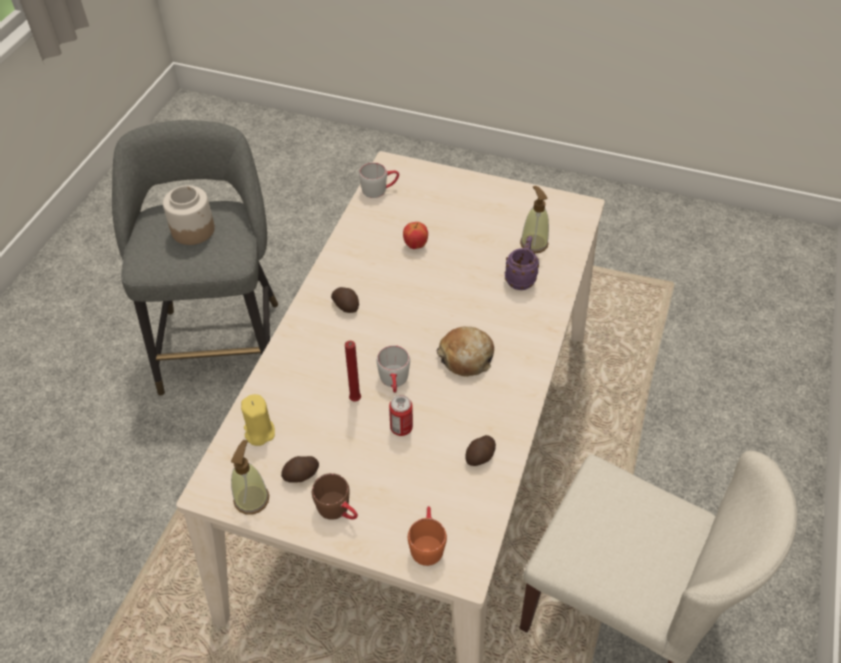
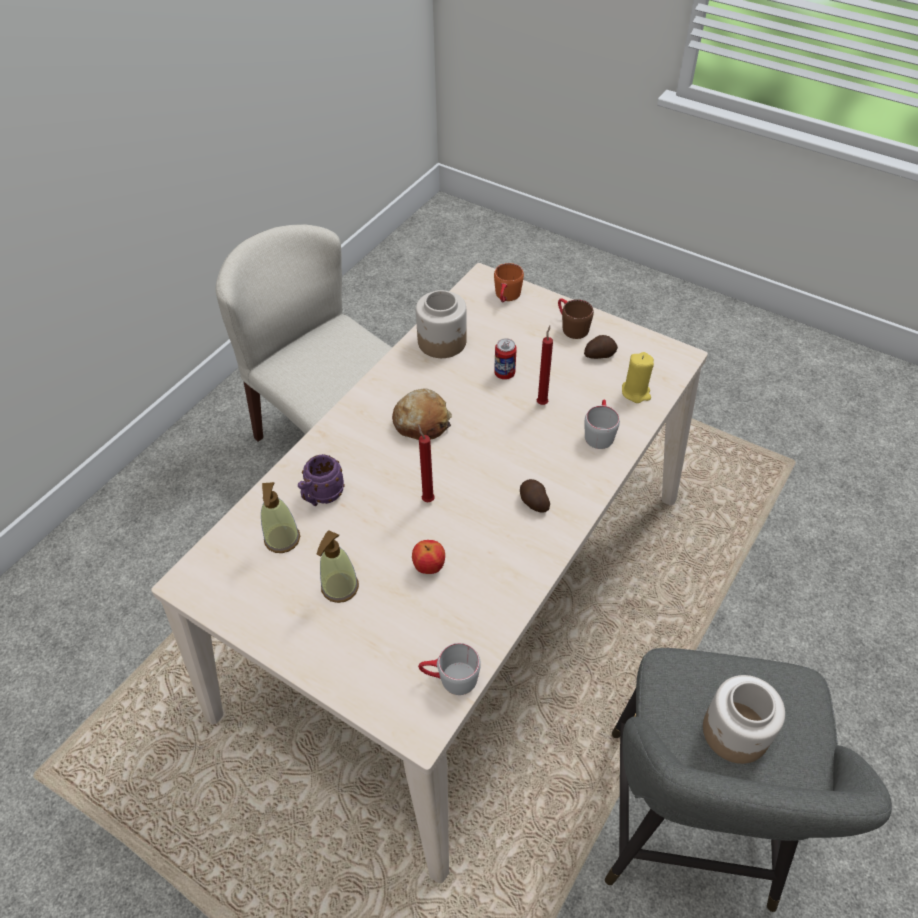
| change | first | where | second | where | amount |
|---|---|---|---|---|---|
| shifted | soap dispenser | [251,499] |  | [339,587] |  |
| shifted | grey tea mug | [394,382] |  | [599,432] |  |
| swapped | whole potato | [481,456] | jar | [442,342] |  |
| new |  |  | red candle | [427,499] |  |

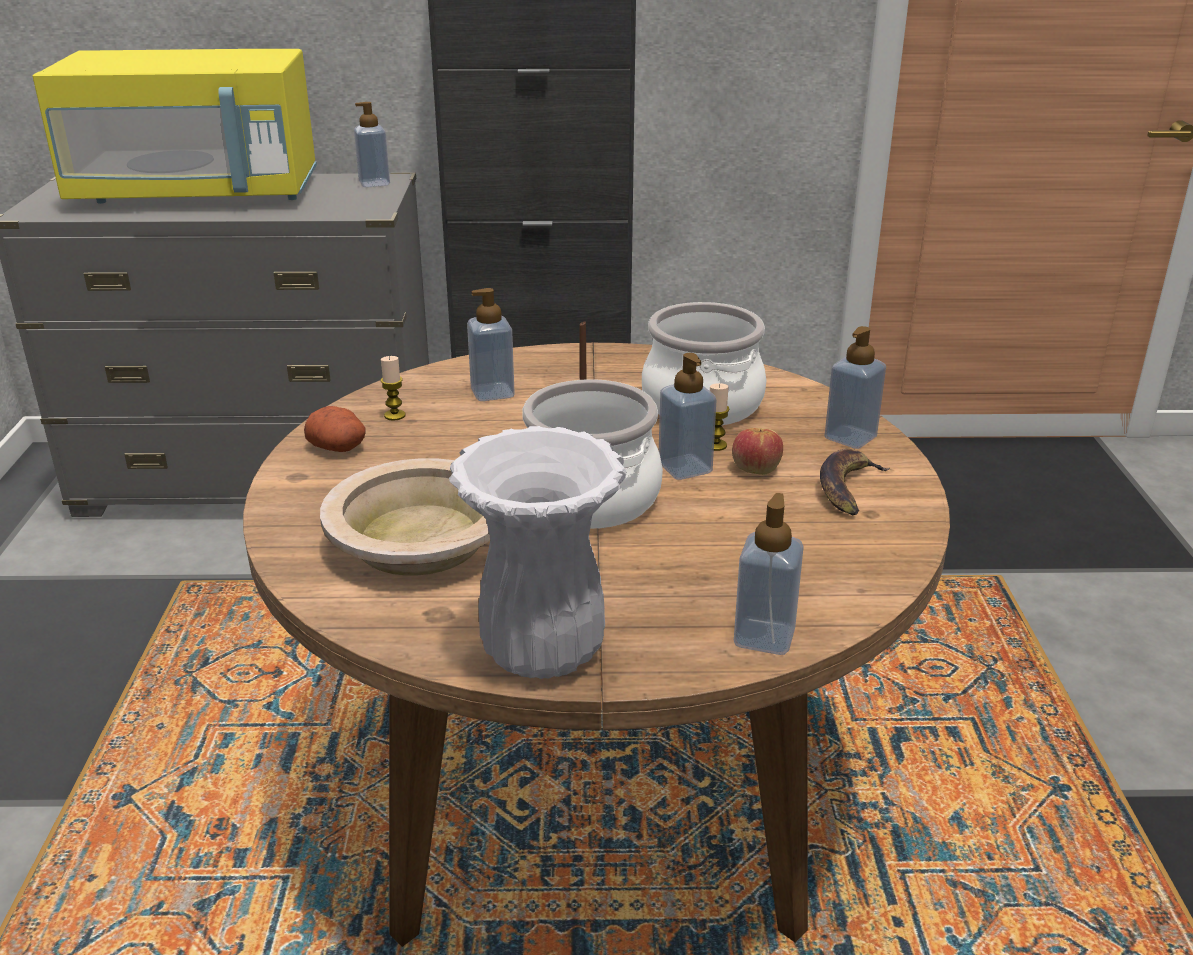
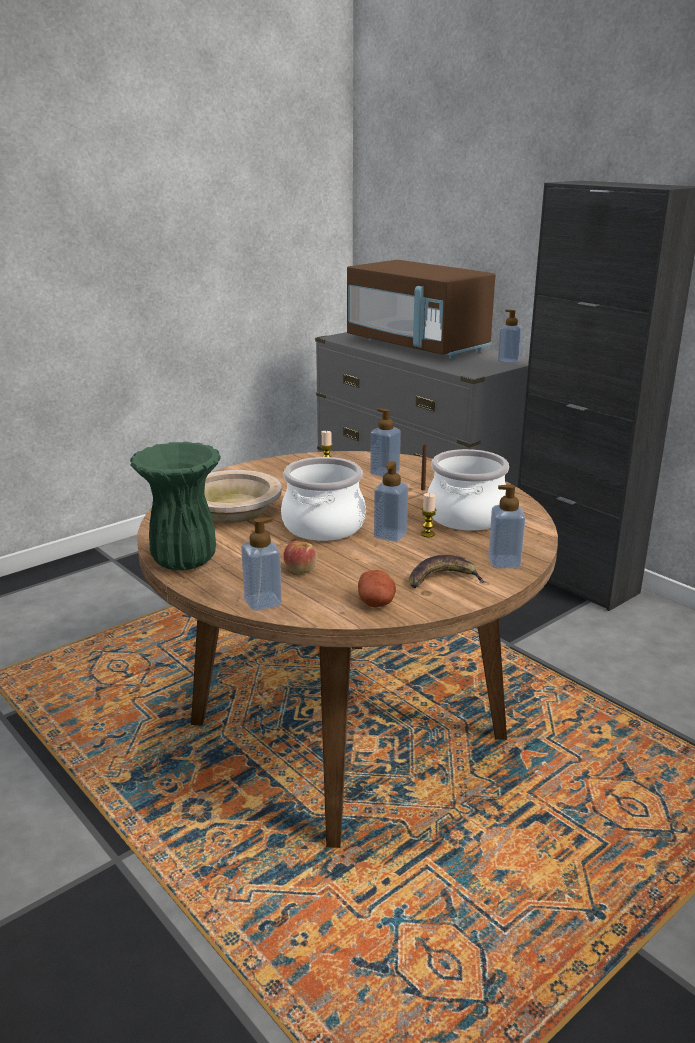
| change | first | where | second | where | amount |
|---|---|---|---|---|---|
| repainted | yellowish kitchen microwave | [198,194] | brown kitchen microwave | [417,346] |  |
| shifted | whole potato | [339,447] |  | [376,602] |  |
| repainted | whitish decorative vase | [544,650] | green decorative vase | [186,561] |  |
| shifted | apple fruit | [755,469] |  | [300,570] |  |

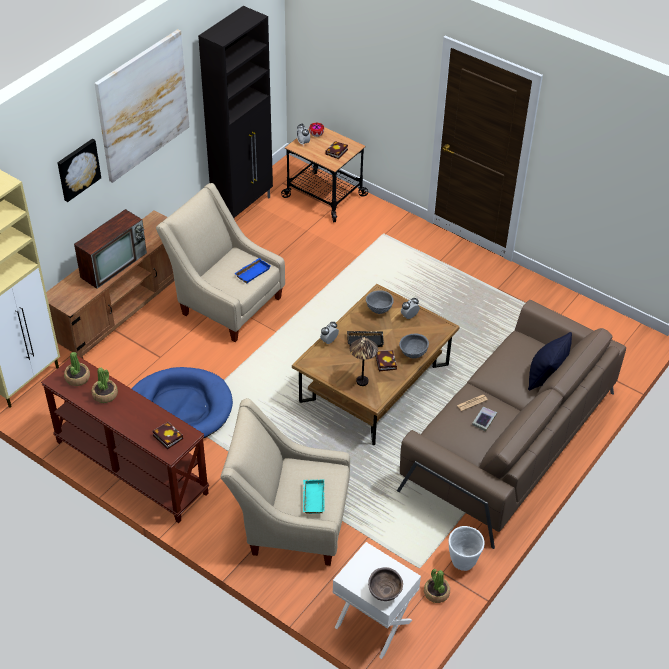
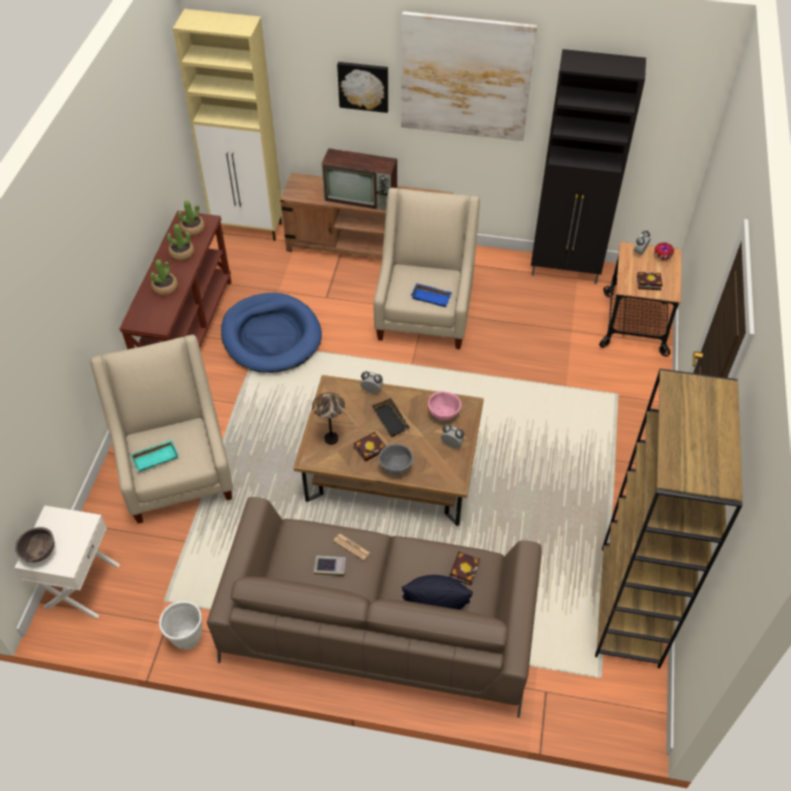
| change | first | where | second | where | amount |
|---|---|---|---|---|---|
| shifted | bound book | [166,436] |  | [464,568] |  |
| repainted | grey deep dish | [379,310] | pinkish deep dish | [443,415] |  |
| shifted | plant in a pot | [436,593] |  | [165,288] |  |
| new |  |  | brown bookshelf | [630,606] |  |

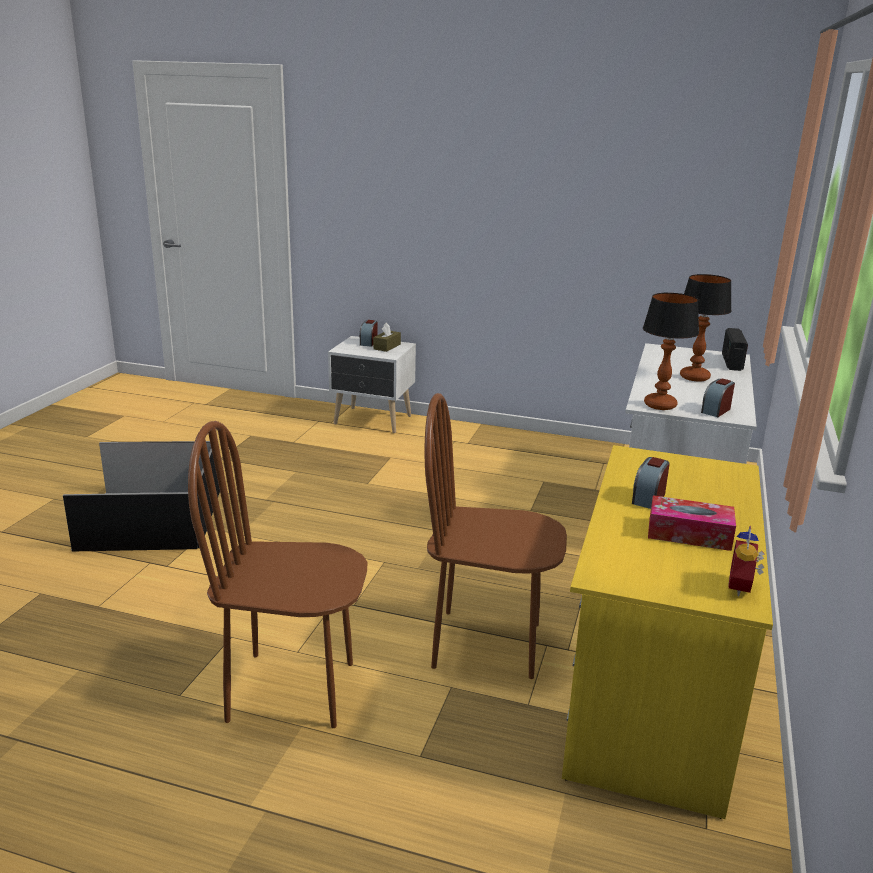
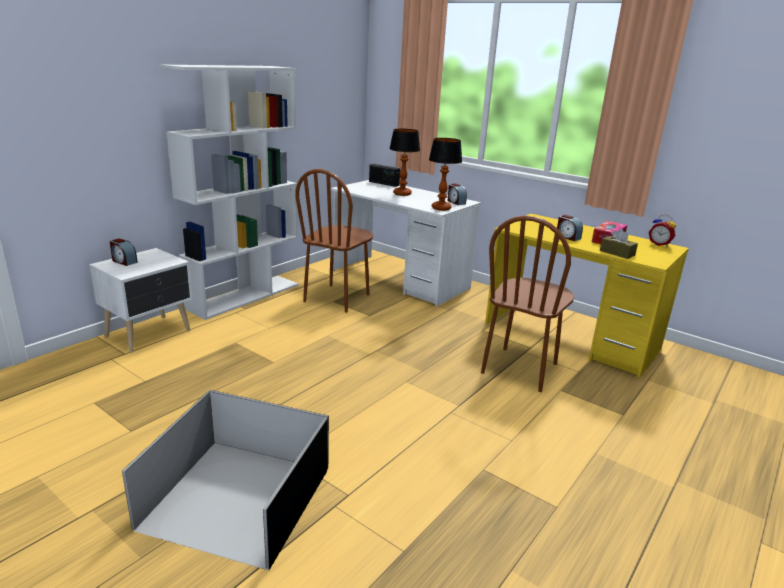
| change | first | where | second | where | amount |
|---|---|---|---|---|---|
| shifted | brown upright chair | [292,690] |  | [337,298] |  |
| shifted | brown tissue box | [387,346] |  | [617,253] |  |
| new |  |  | whitish bookshelf | [244,296] |  |

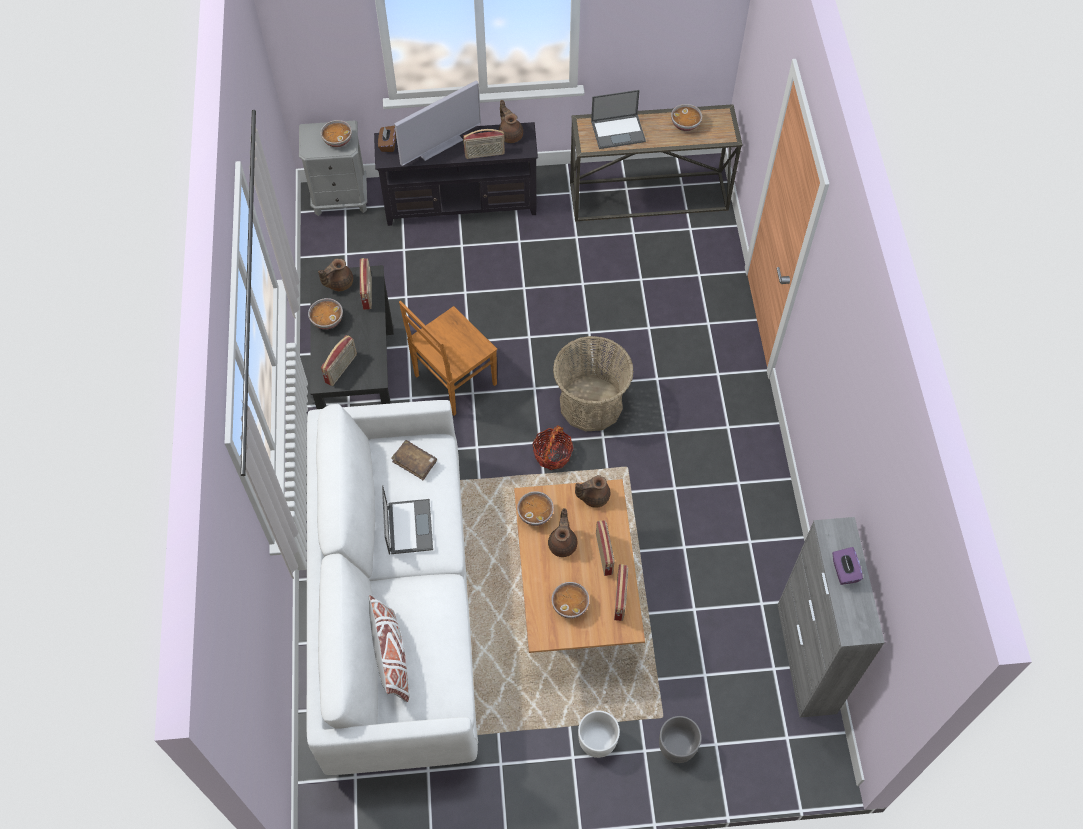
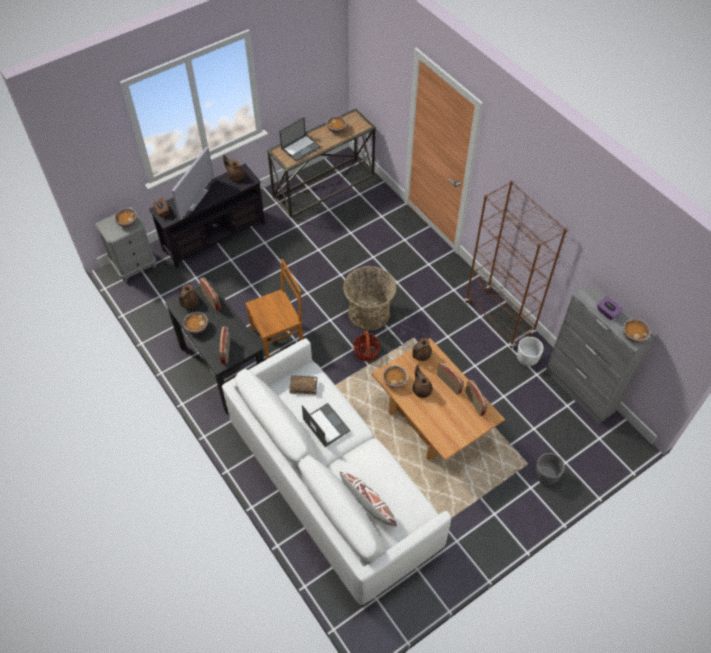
| change | first | where | second | where | amount |
|---|---|---|---|---|---|
| rotated | brown upright chair | [453,381] |  | [278,338] | 135 degrees counterclockwise |
| gone | radio | [484,154] |  |  |  |
| shifted | deep dish | [570,605] |  | [633,335] |  |
| shifted | whitish plant pot | [597,740] |  | [527,358] |  |
| new |  |  | brown bookshelf | [499,318] |  |

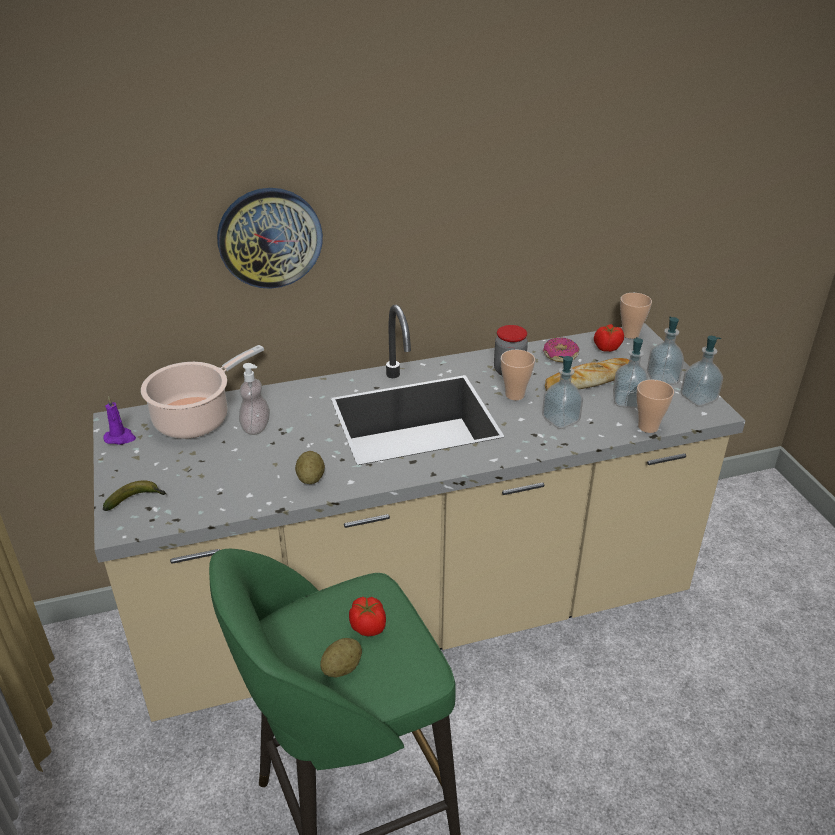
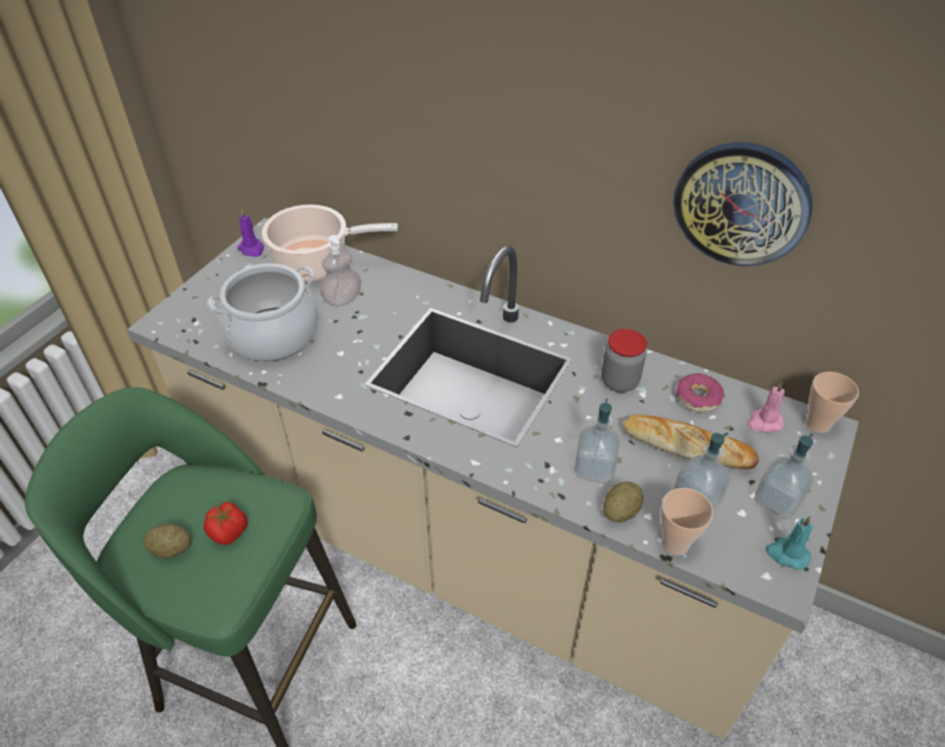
| change | first | where | second | where | amount |
|---|---|---|---|---|---|
| gone | banana fruit | [137,500] |  |  |  |
| shifted | hanging clock | [270,237] |  | [741,204] |  |
| shifted | whole potato | [310,478] |  | [620,511] |  |
| gone | drinking cup | [514,395] |  |  |  |
| swapped | whole tomato | [607,348] | pinkish candle | [764,422] |  |
| swapped | soap dispenser | [698,398] | blue-green candle | [786,554] |  |
| new |  |  | cooking pot | [273,334] |  |

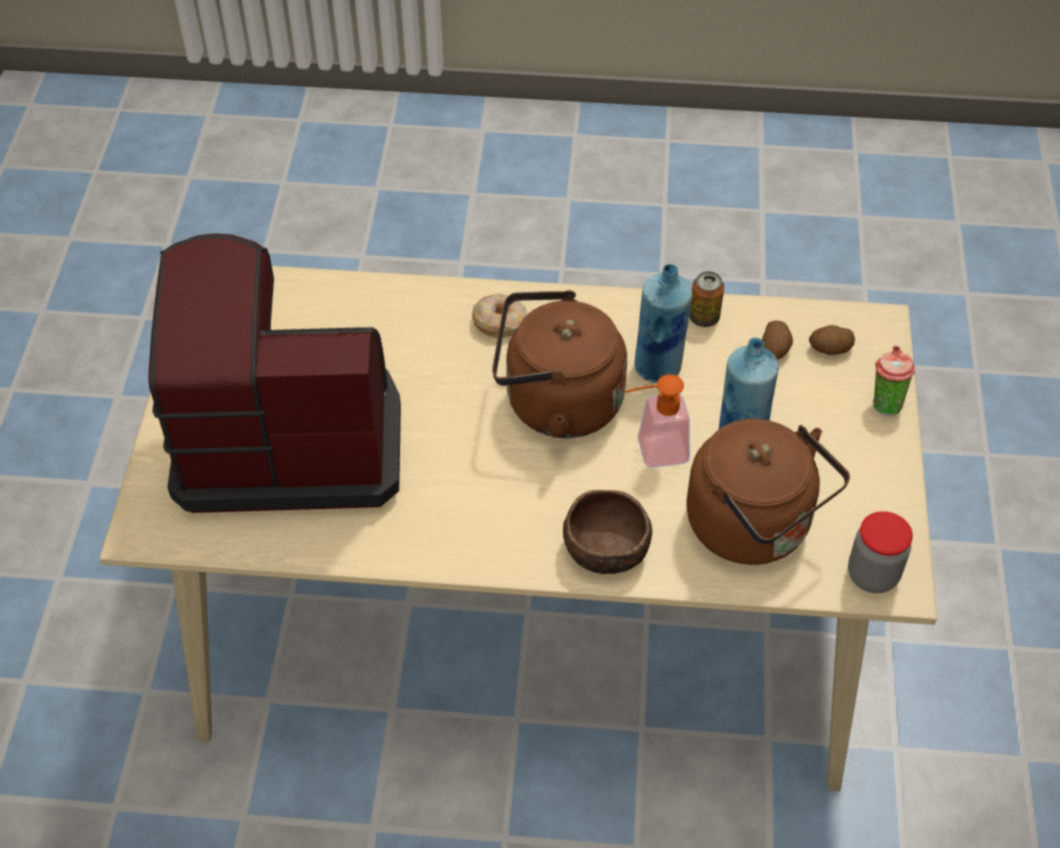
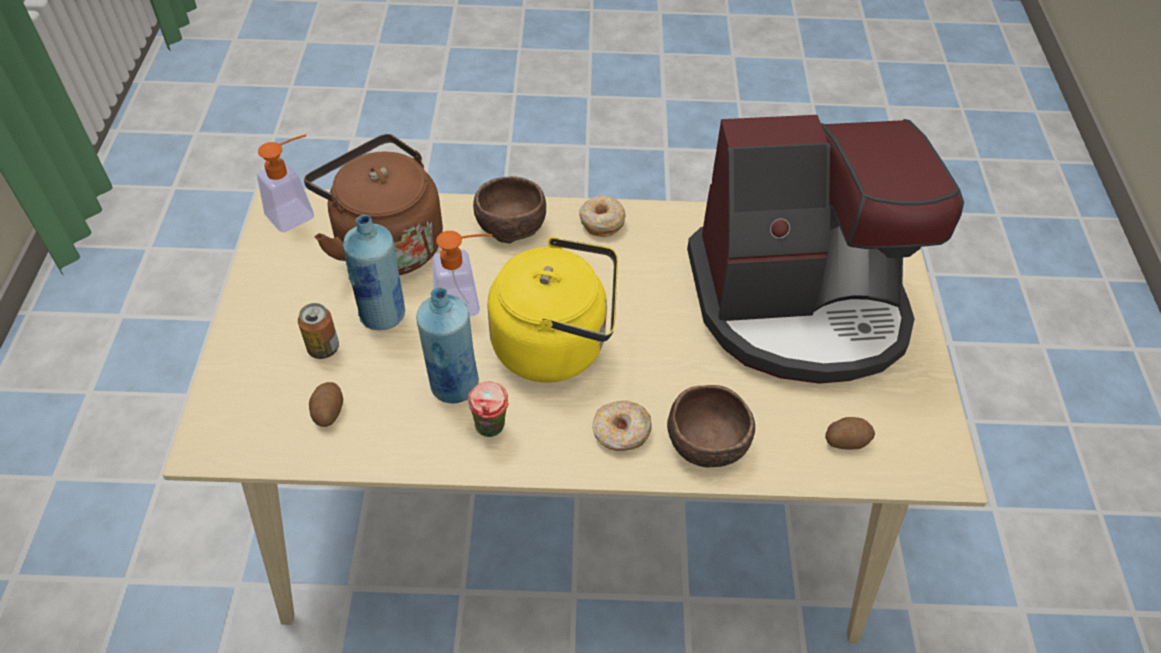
| change | first | where | second | where | amount |
|---|---|---|---|---|---|
| repainted | brown kettle | [556,403] | yellowish kettle | [556,344] |  |
| shifted | metal can | [704,318] |  | [323,348] |  |
| shifted | whole potato | [830,349] |  | [846,440] |  |
| swapped | jar | [872,575] | soap dispenser | [297,212] |  |
| shifted | drinking cup | [884,402] |  | [491,430] |  |
| new |  |  | donut | [601,221] |  |
| new |  |  | brown deep dish | [708,442] |  |

